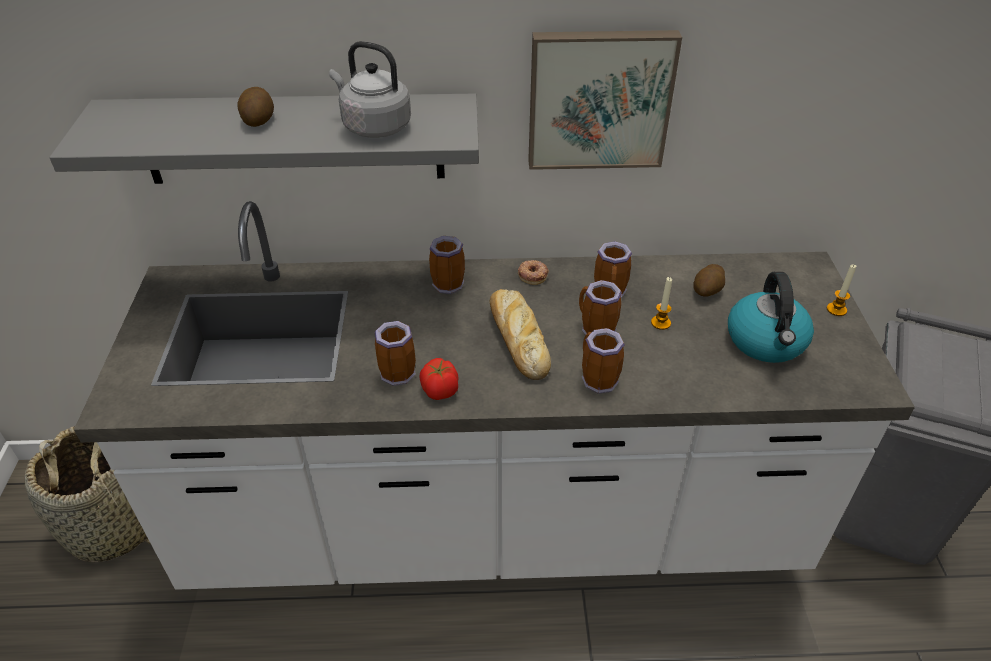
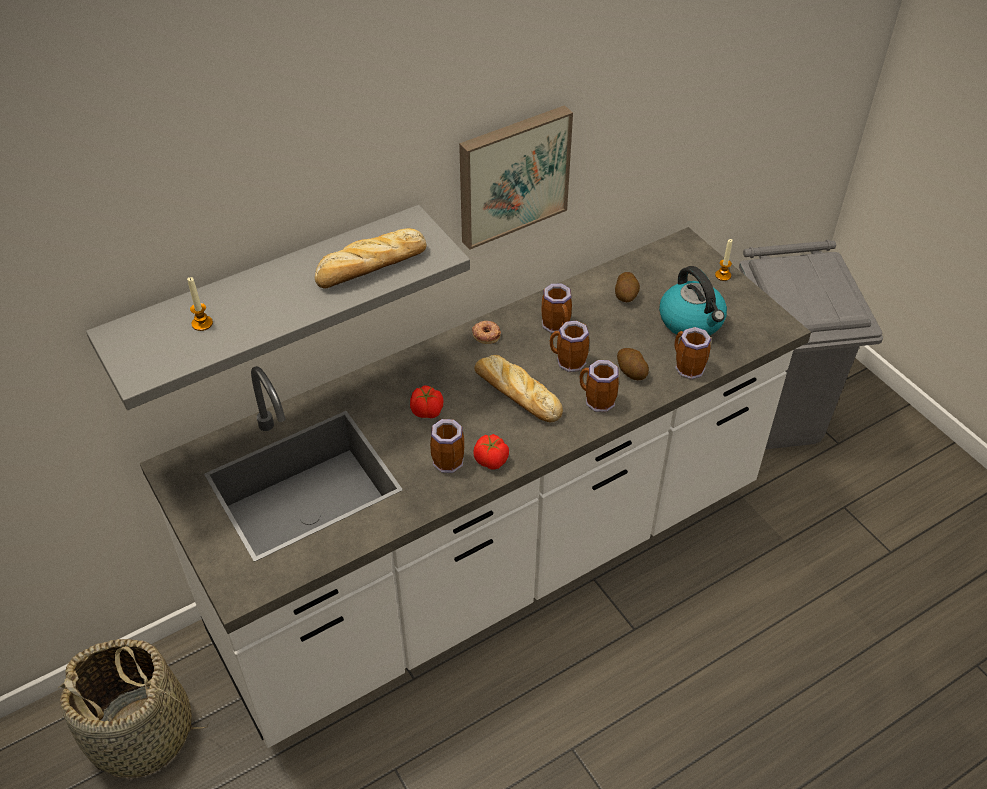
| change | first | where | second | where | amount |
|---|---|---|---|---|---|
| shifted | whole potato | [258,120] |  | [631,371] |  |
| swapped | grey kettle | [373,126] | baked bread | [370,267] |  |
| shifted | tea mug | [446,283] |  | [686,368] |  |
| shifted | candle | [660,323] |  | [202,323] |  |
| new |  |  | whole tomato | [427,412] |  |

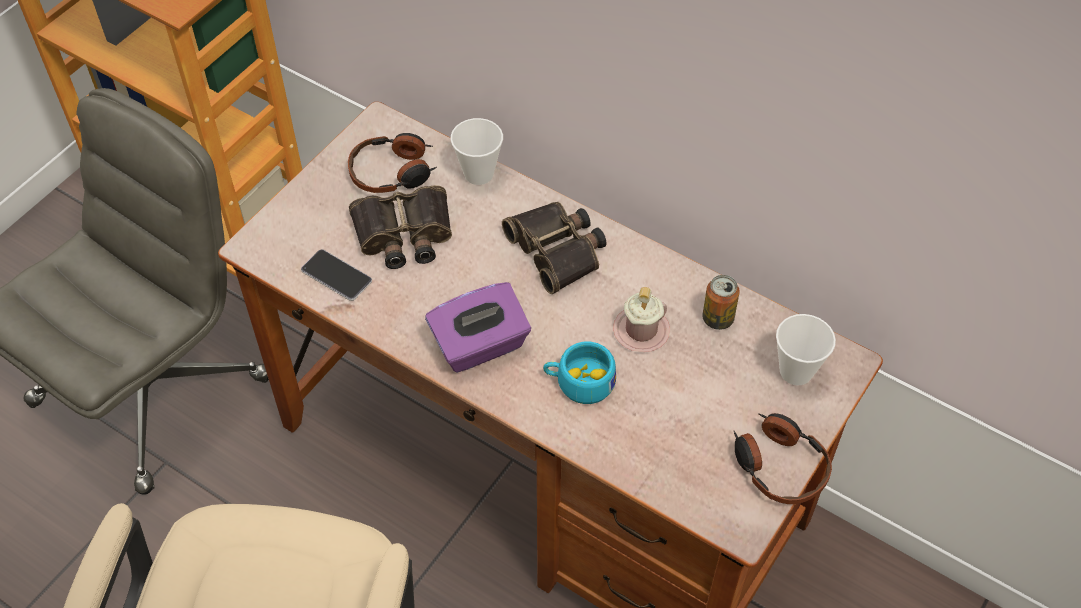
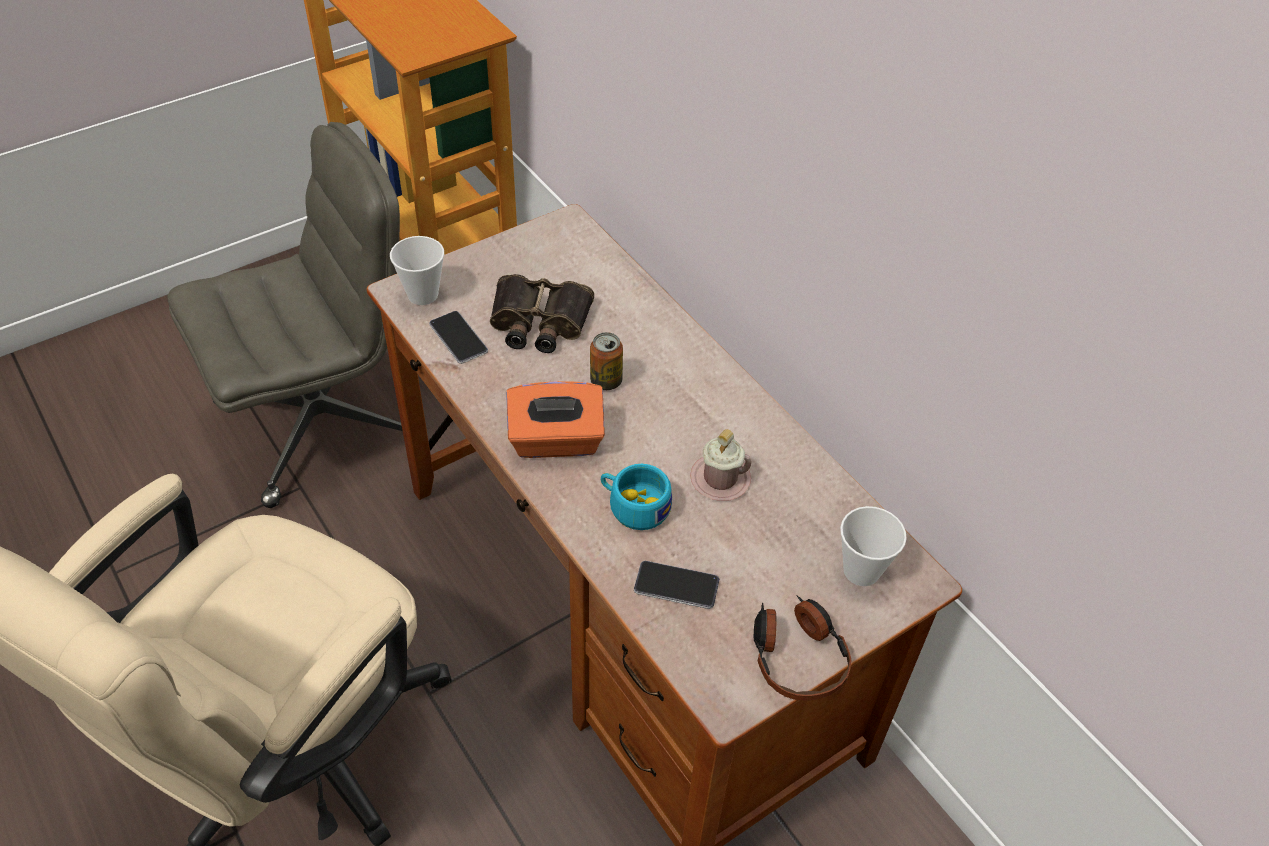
| change | first | where | second | where | amount |
|---|---|---|---|---|---|
| gone | pair of headphones | [393,172] |  |  |  |
| repainted | purplish tissue box | [480,346] | orange tissue box | [556,441] |  |
| shifted | drinking cup | [478,173] |  | [423,294] |  |
| gone | binoculars | [558,250] |  |  |  |
| shifted | metal can | [717,318] |  | [606,381] |  |
| new |  |  | handset | [676,586] |  |

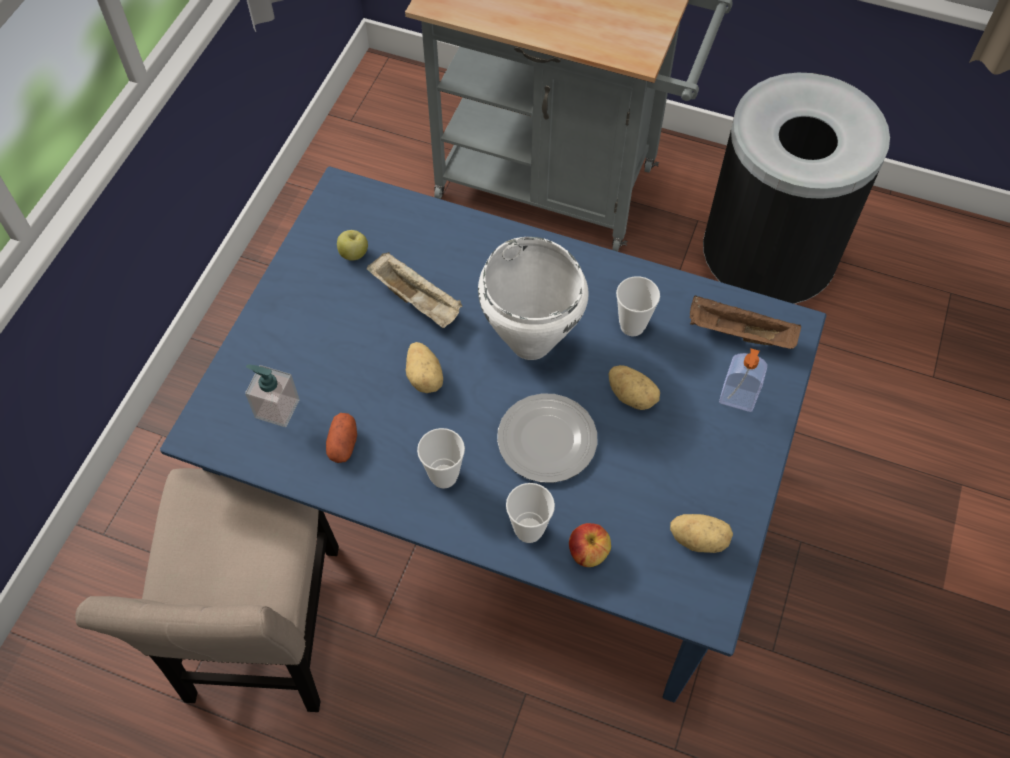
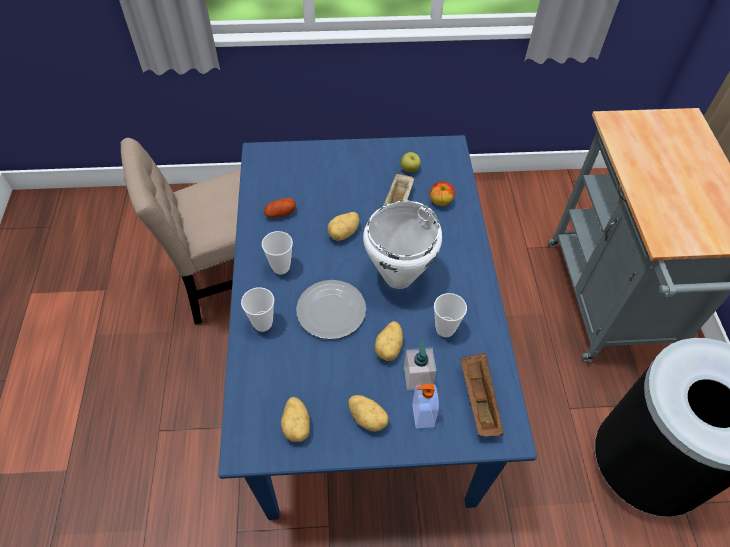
| change | first | where | second | where | amount |
|---|---|---|---|---|---|
| shifted | soap dispenser | [277,408] |  | [417,377] |  |
| shifted | apple fruit | [588,552] |  | [440,201] |  |
| new |  |  | whole potato | [368,418] |  |

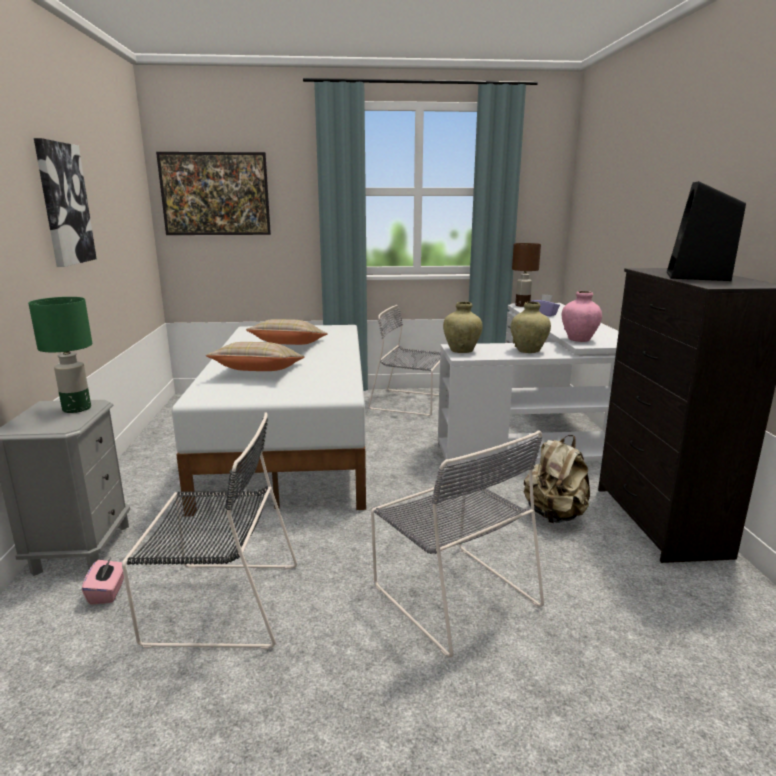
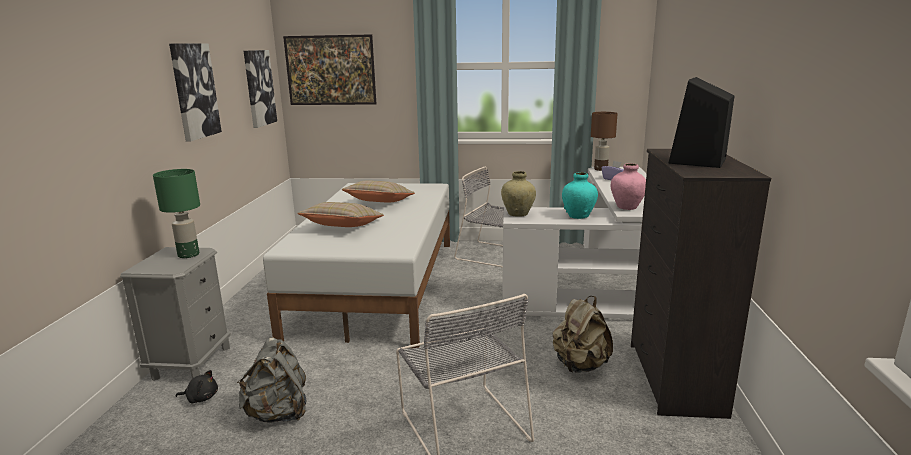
| change | first | where | second | where | amount |
|---|---|---|---|---|---|
| swapped | pinkish tissue box | [107,592] | blackish plush toy | [201,398] |  |
| swapped | blackish upright chair | [219,603] | grey rucksack | [278,413] |  |
| repainted | sand-coloured decorative vase | [528,351] | blue-green decorative vase | [578,216] |  |
| new |  |  | wall art | [259,88] |  |

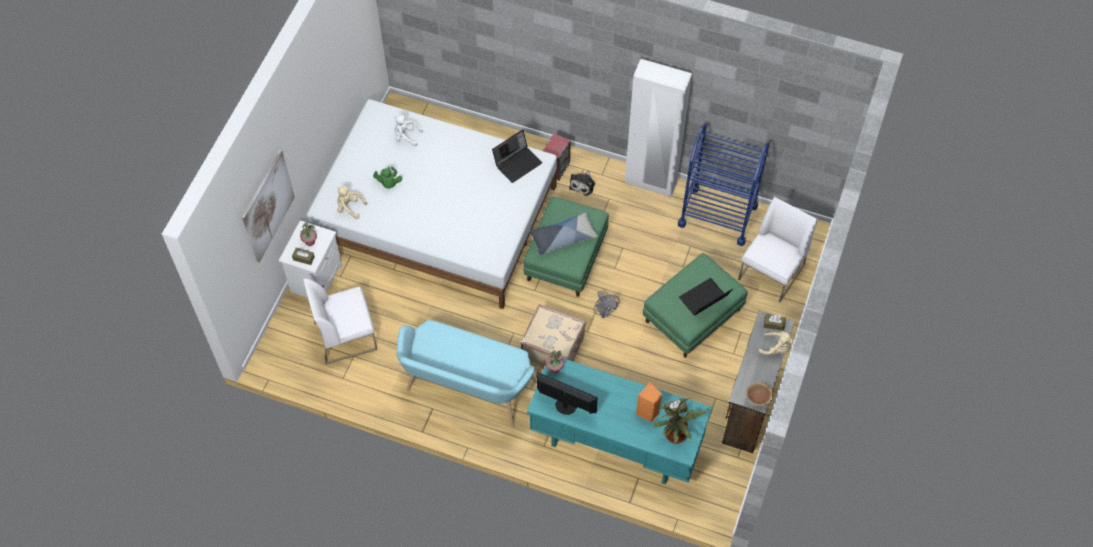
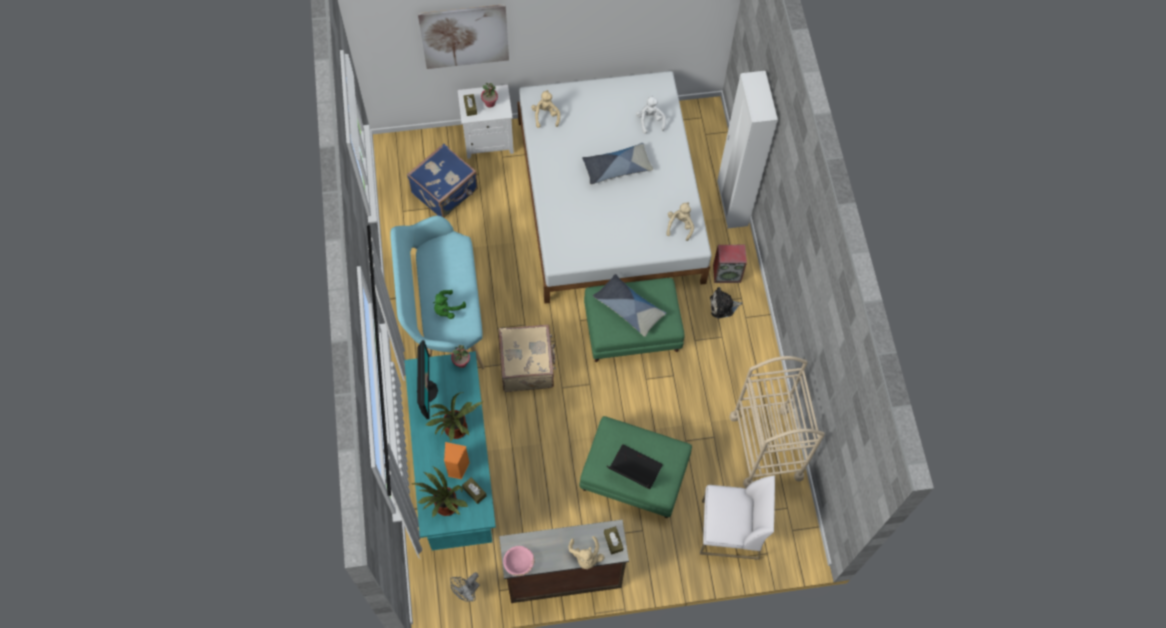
| change | first | where | second | where | amount |
|---|---|---|---|---|---|
| swapped | whitish upright chair | [346,335] | blue travel case | [446,192] |  |
| shifted | green plush toy | [388,183] |  | [447,309] |  |
| swapped | portable computer | [517,163] | sand-coloured plush toy | [680,226] |  |
| shifted | grey electric fan | [604,313] |  | [467,592] |  |
| shifted | whitish armoire | [650,183] |  | [731,205] |  |
| repainted | blue trolley | [717,215] | sand-coloured trolley | [766,446] |  |
| repainted | brown deep dish | [758,397] | pinkish deep dish | [519,563] |  |
| new |  |  | plant in a pot | [456,431] |  |
| new |  |  | throw pillow | [616,167] |  |

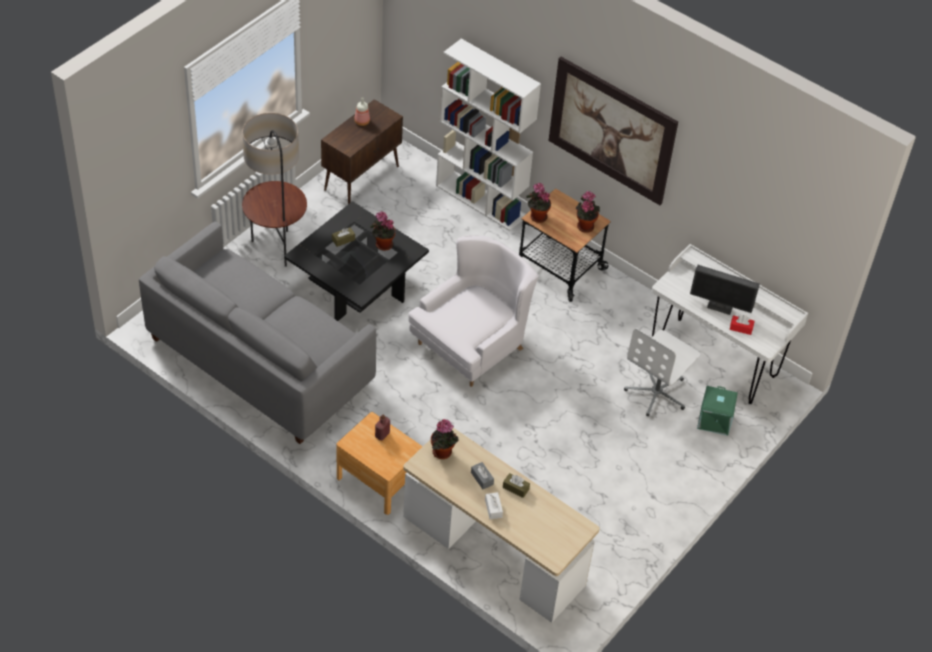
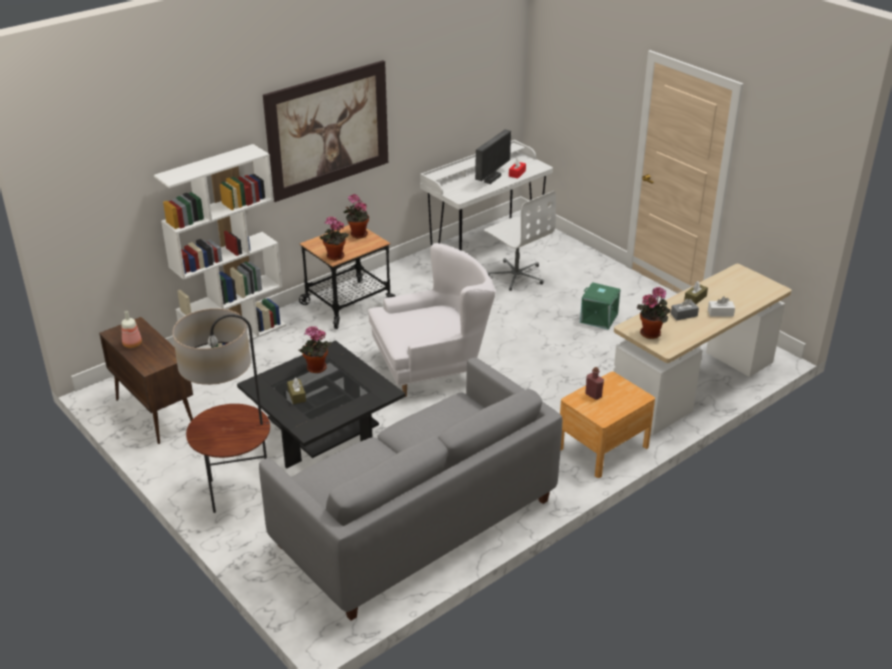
| change | first | where | second | where | amount |
|---|---|---|---|---|---|
| rotated | whitish lounge chair | [472,344] |  | [432,366] | 105 degrees clockwise |
| shifted | green storage bin | [715,420] |  | [599,318] |  |

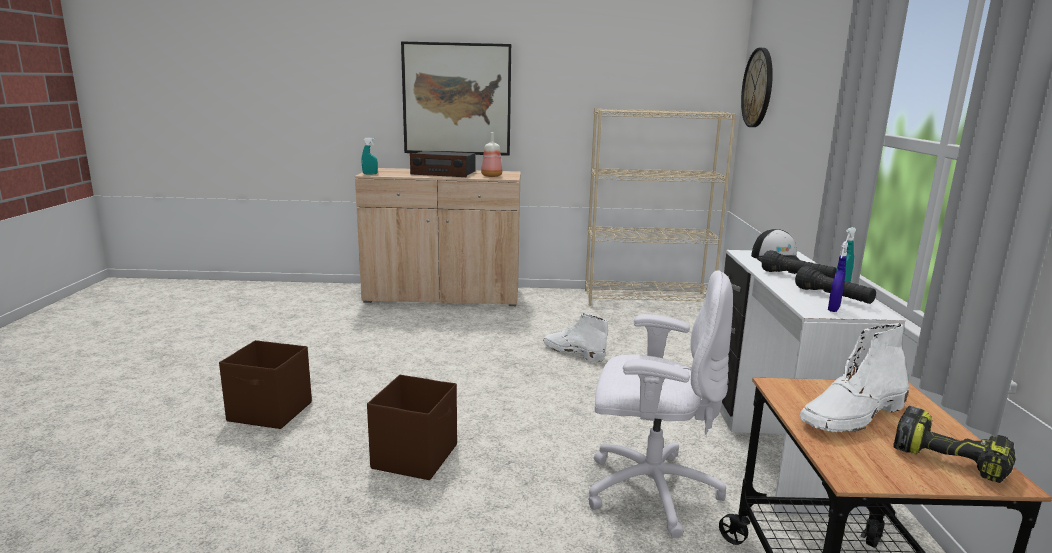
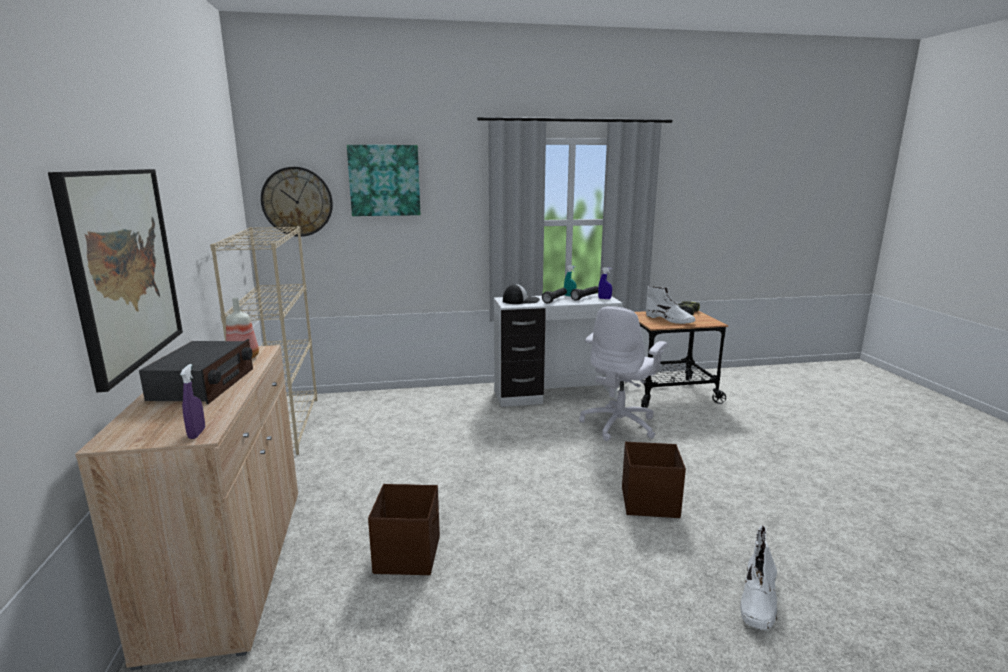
| change | first | where | second | where | amount |
|---|---|---|---|---|---|
| shifted | brown storage bin | [271,412] |  | [408,554] |  |
| repainted | blue-green sprayer | [370,174] | purplish sprayer | [197,433] |  |
| shifted | whitish tall boot | [573,352] |  | [758,601] |  |
| rotated | whitish computer chair | [649,490] |  | [620,425] | 150 degrees counterclockwise |
| new |  |  | wall art | [384,180] |  |

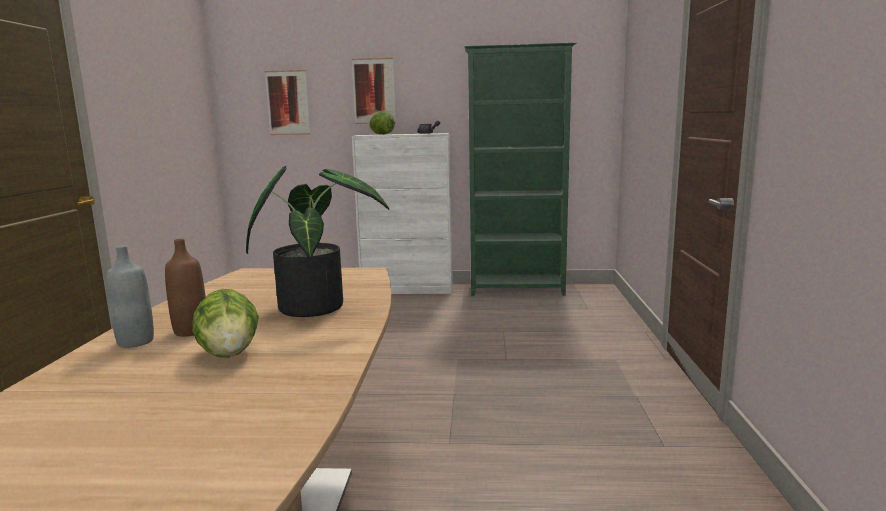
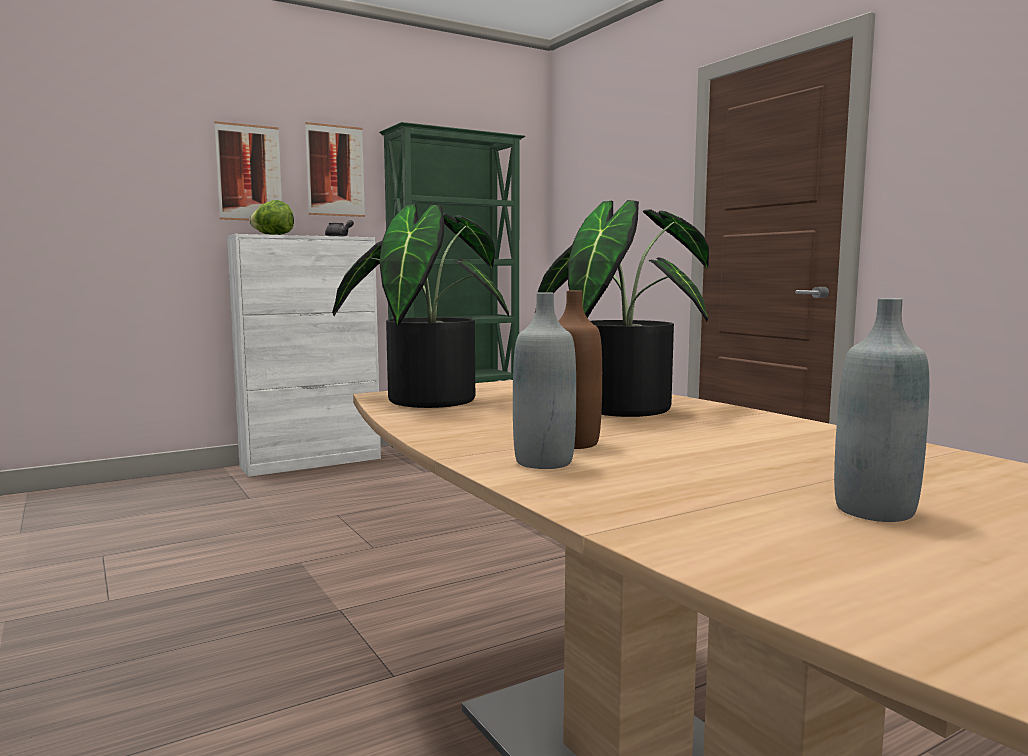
| change | first | where | second | where | amount |
|---|---|---|---|---|---|
| gone | head of lettuce | [229,353] |  |  |  |
| shifted | wall art | [287,103] |  | [335,171] |  |
| new |  |  | plant in a pot | [426,399] |  |
| new |  |  | grey drink bottle | [874,511] |  |

